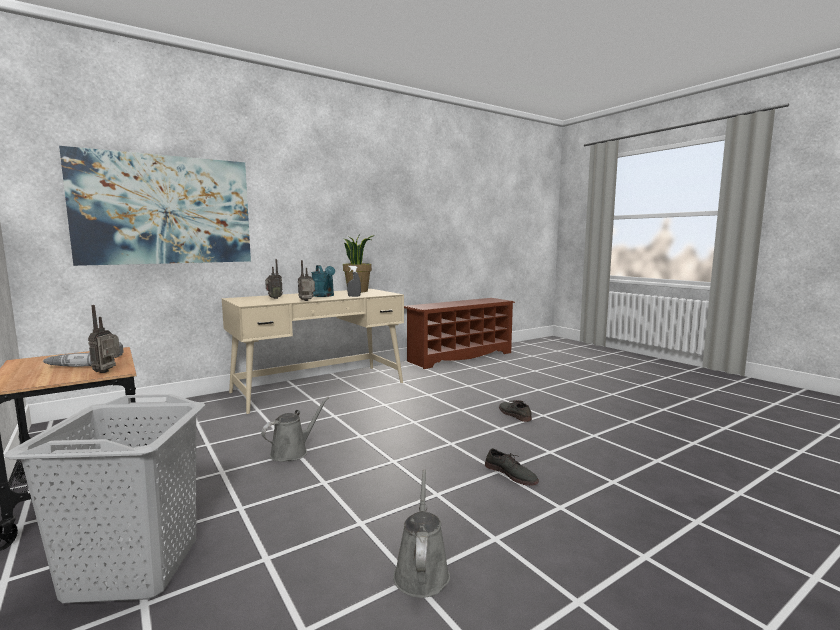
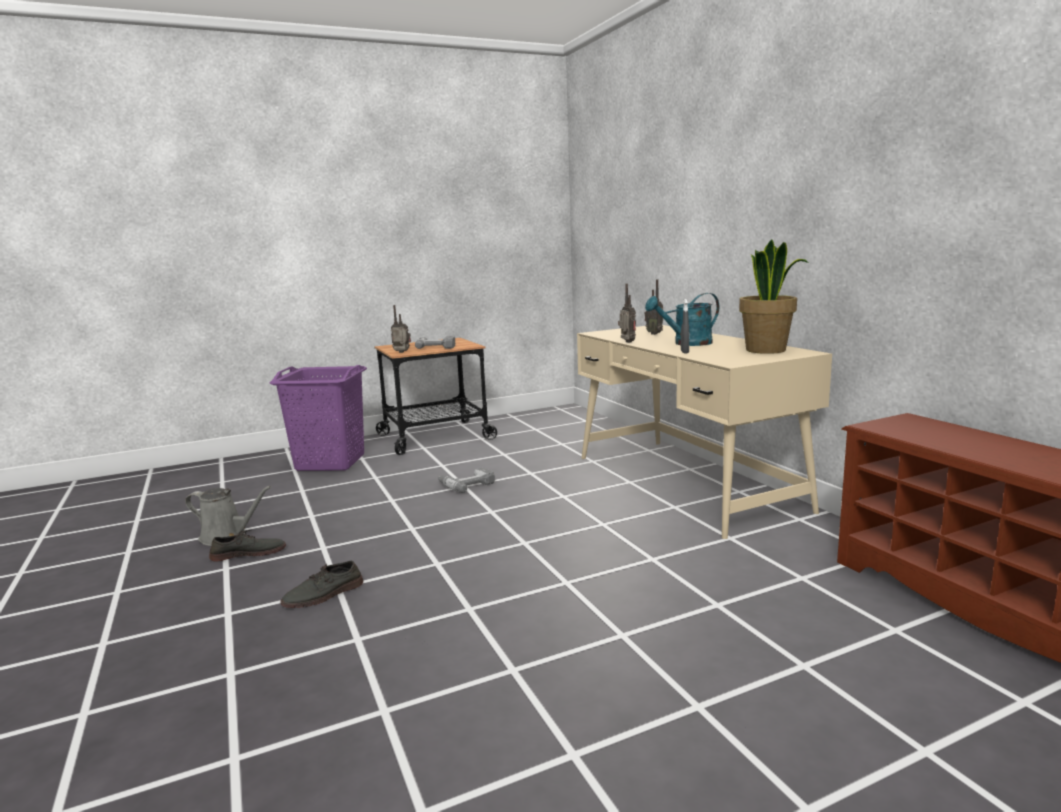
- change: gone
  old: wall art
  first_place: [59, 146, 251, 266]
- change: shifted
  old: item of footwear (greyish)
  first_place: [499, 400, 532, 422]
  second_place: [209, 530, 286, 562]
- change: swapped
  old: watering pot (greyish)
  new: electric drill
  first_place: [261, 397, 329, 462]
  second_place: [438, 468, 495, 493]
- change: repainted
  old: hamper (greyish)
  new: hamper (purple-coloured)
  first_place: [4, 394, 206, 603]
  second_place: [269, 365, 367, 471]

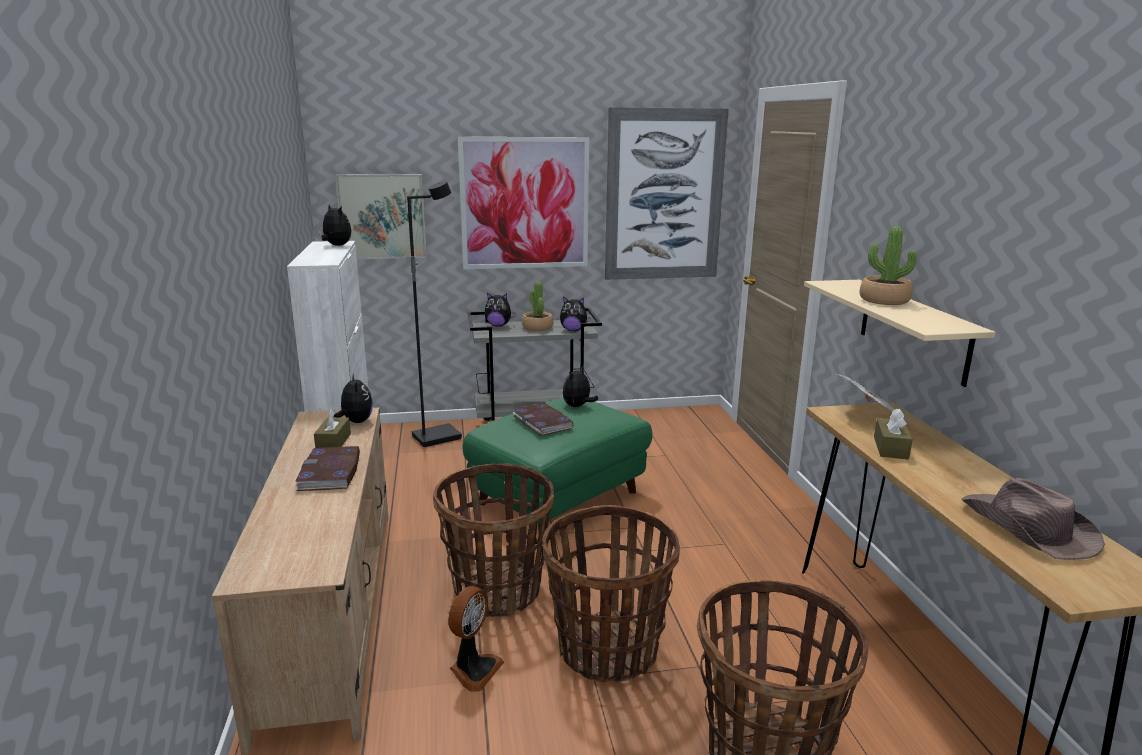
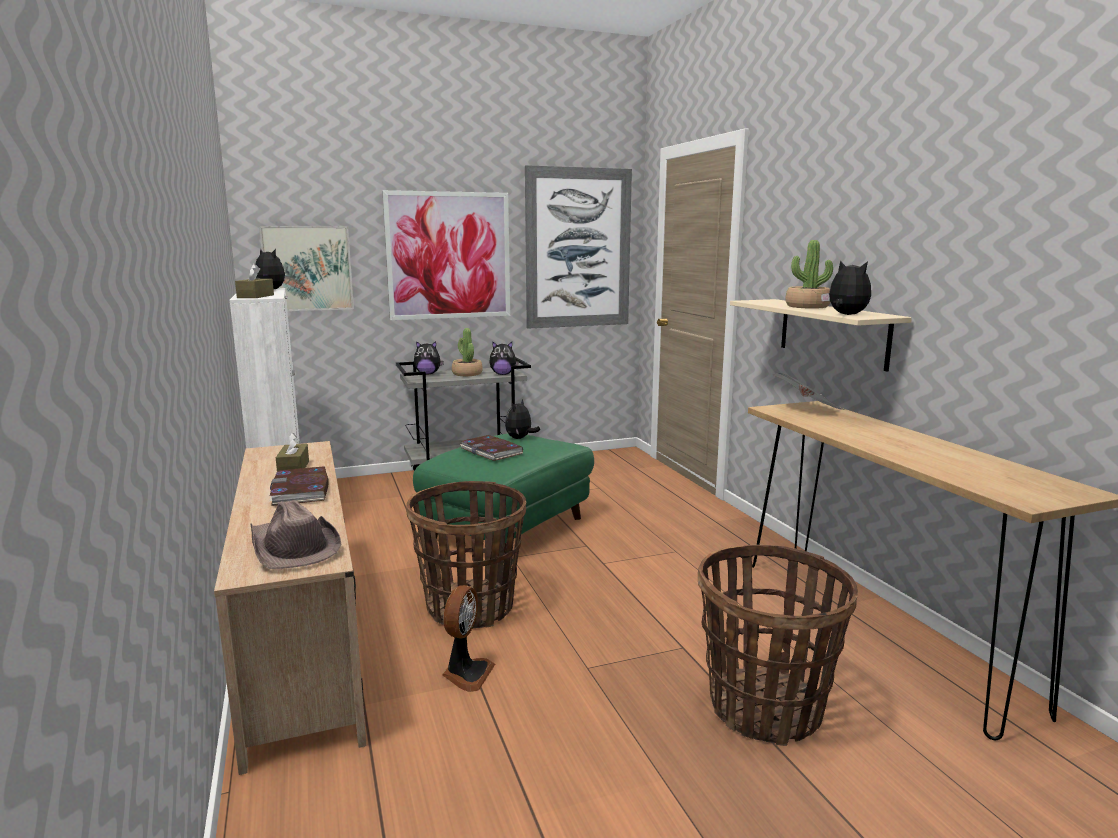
- change: gone
  old: standing lamp (black-coloured)
  first_place: [407, 181, 462, 447]
- change: gone
  old: storage basket
  first_place: [542, 505, 680, 682]
- change: shifted
  old: plush toy
  first_place: [334, 373, 373, 423]
  second_place: [821, 261, 871, 315]
- change: shifted
  old: box of tissues (brown)
  first_place: [874, 409, 913, 460]
  second_place: [235, 264, 274, 298]
- change: shifted
  old: wearable hat (brown)
  first_place: [961, 478, 1105, 560]
  second_place: [251, 500, 342, 569]

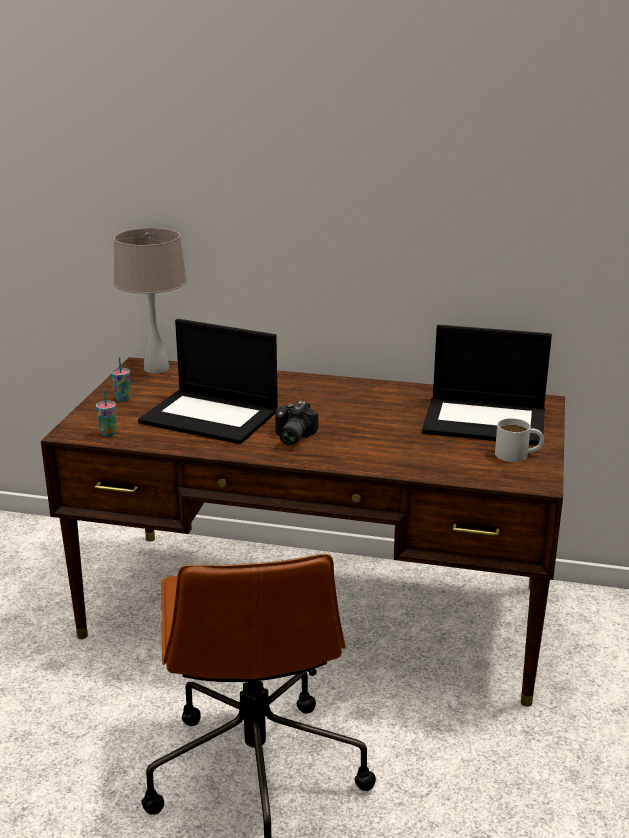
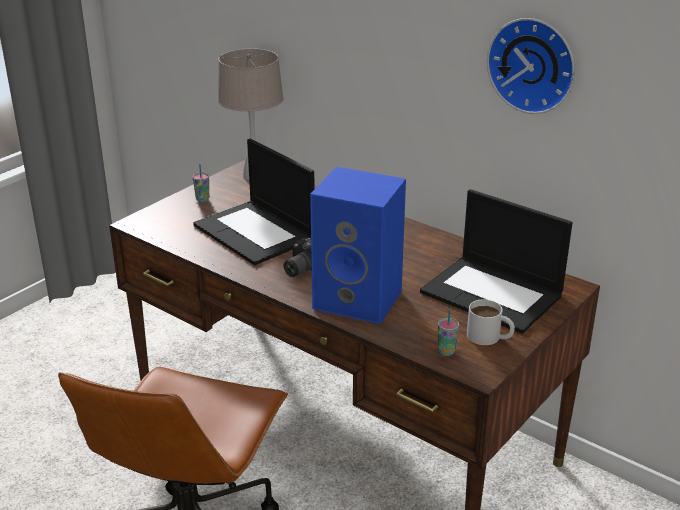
- change: new
  new: speaker (bluish)
  second_place: [310, 167, 406, 324]
- change: new
  new: hanging clock
  second_place: [487, 18, 575, 114]
- change: shifted
  old: drinking cup
  first_place: [96, 390, 117, 437]
  second_place: [438, 309, 459, 356]

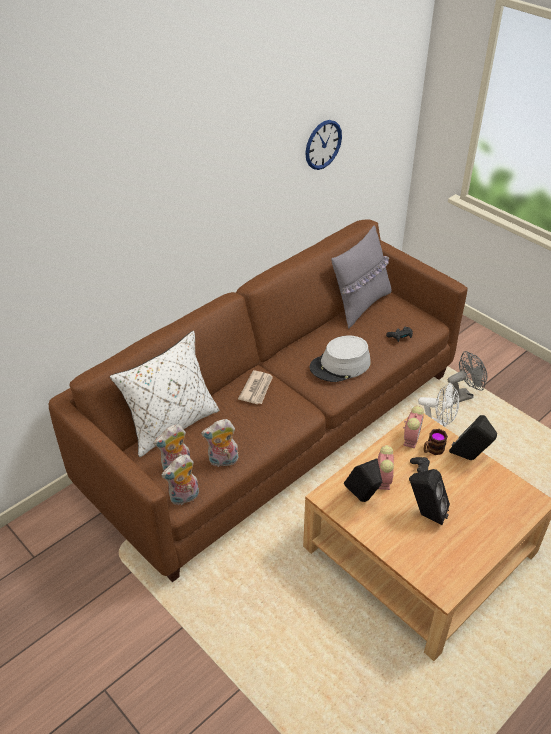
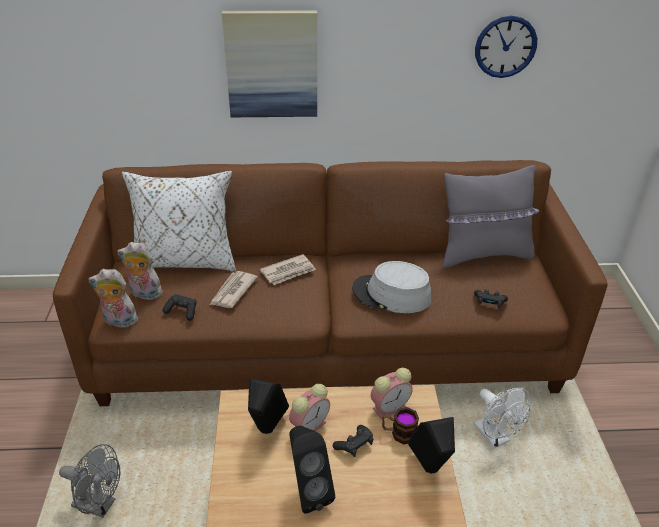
- change: new
  new: newspaper
  second_place: [210, 271, 258, 308]
- change: new
  new: wall art
  second_place: [222, 11, 317, 117]
- change: shifted
  old: cooling fan (greyish)
  first_place: [448, 351, 487, 404]
  second_place: [59, 444, 120, 518]
- change: swapped
  old: plush toy
  new: gamepad (black-coloured)
  first_place: [201, 419, 238, 467]
  second_place: [162, 294, 197, 321]

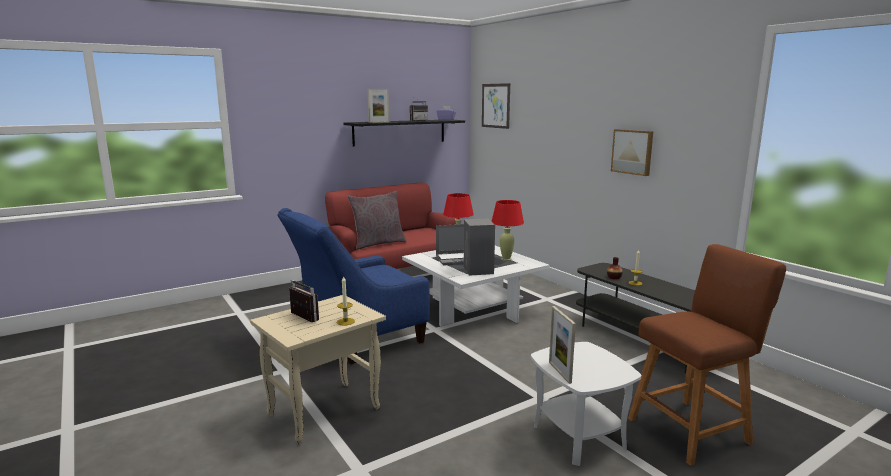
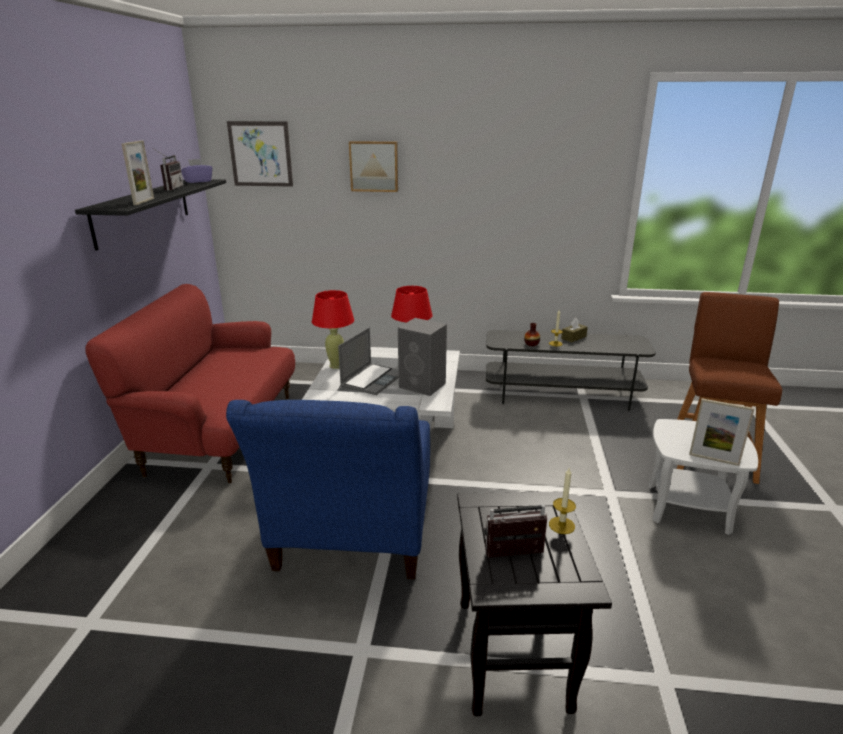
- change: gone
  old: throw pillow (greyish)
  first_place: [347, 191, 406, 250]
- change: new
  new: box of tissues (brown)
  second_place: [561, 318, 588, 342]
- change: shifted
  old: wall art
  first_place: [611, 129, 653, 176]
  second_place: [349, 141, 398, 192]
- change: repainted
  old: accent table (sand-coloured)
  new: accent table (black-coloured)
  first_place: [250, 295, 386, 444]
  second_place: [457, 491, 612, 716]

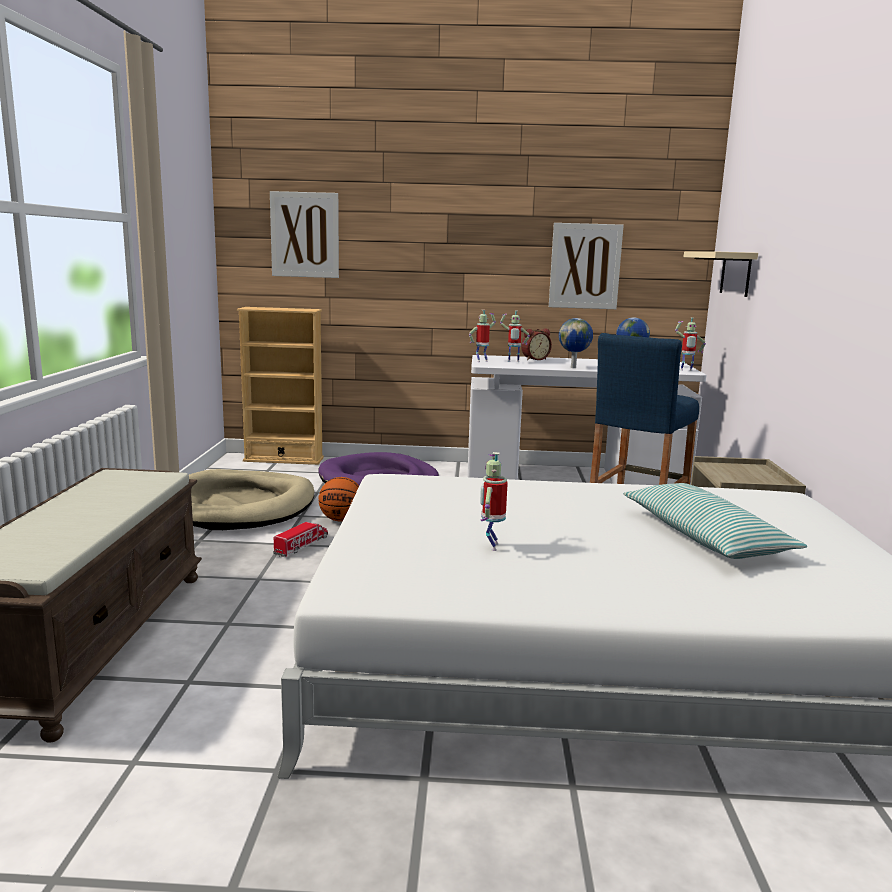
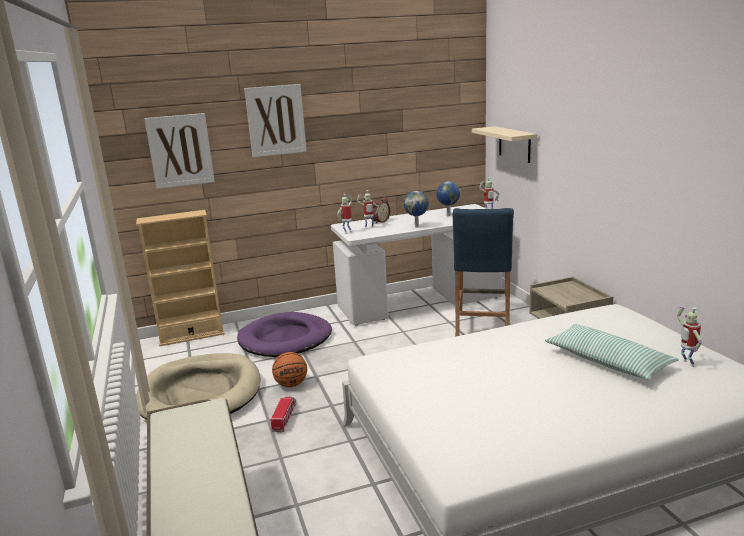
- change: shifted
  old: model robot
  first_place: [480, 452, 508, 551]
  second_place: [677, 307, 702, 367]
- change: shifted
  old: wall art
  first_place: [549, 223, 624, 309]
  second_place: [244, 84, 307, 157]

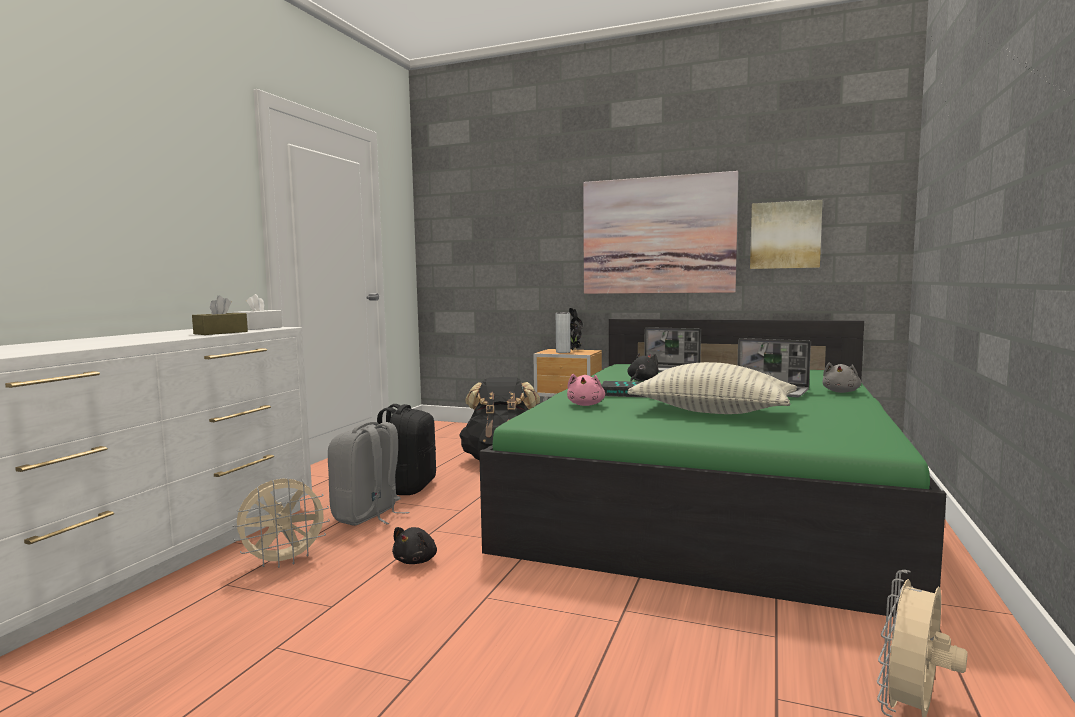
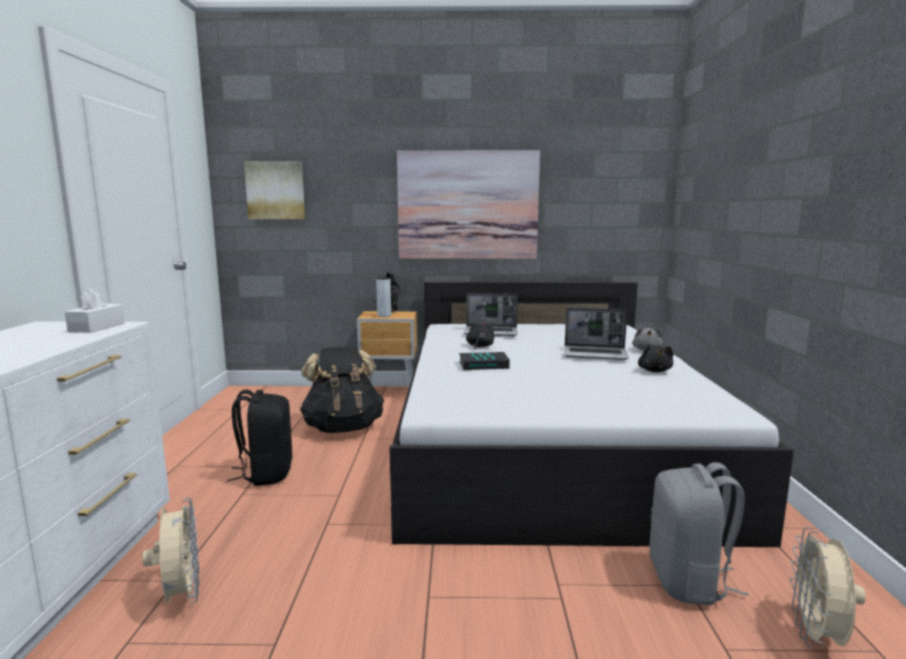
- change: gone
  old: box of tissues (brown)
  first_place: [192, 295, 248, 335]
- change: gone
  old: plush toy (pinkish)
  first_place: [567, 374, 605, 406]
- change: gone
  old: throw pillow
  first_place: [627, 362, 797, 414]
- change: shifted
  old: knapsack (greyish)
  first_place: [328, 422, 409, 526]
  second_place: [649, 462, 749, 606]
- change: shifted
  old: plush toy (black-coloured)
  first_place: [392, 527, 437, 564]
  second_place: [638, 345, 673, 372]
- change: shifted
  old: wall art
  first_place: [750, 200, 823, 269]
  second_place: [244, 161, 305, 219]
- change: repainted
  old: bedroom bed (greenish)
  new: bedroom bed (whitish)
  first_place: [479, 319, 946, 617]
  second_place: [390, 282, 794, 547]
- change: rotated
  old: cooling fan (sand-coloured)
  first_place: [232, 477, 330, 568]
  second_place: [142, 498, 200, 604]
  degrees: -60

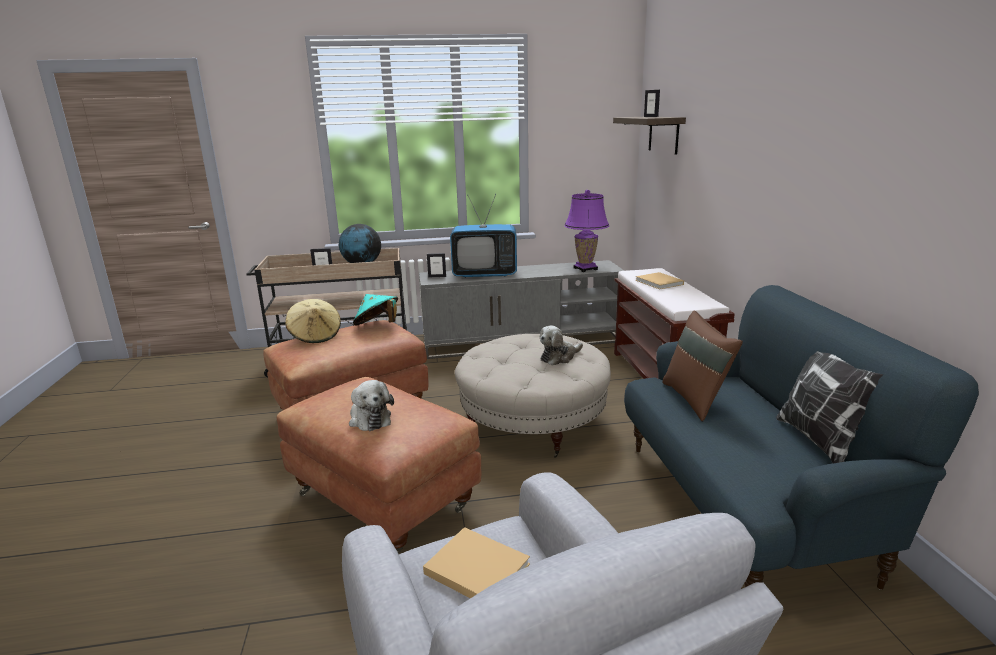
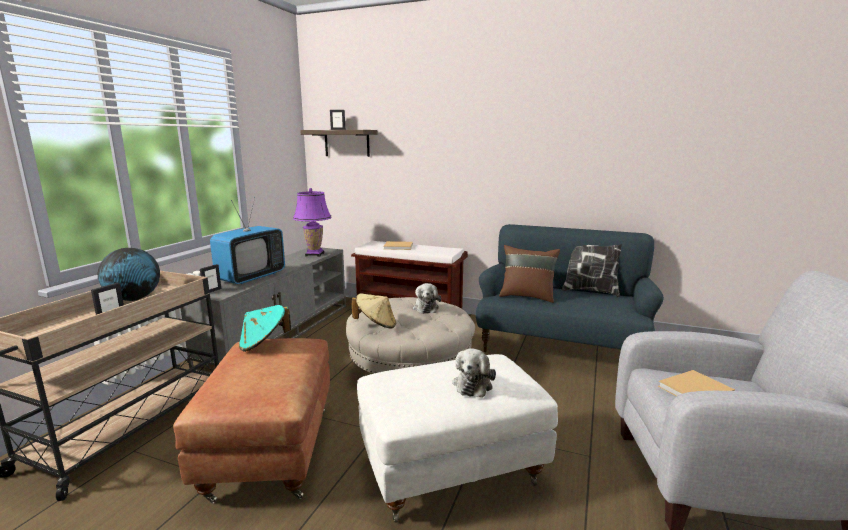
- change: shifted
  old: wearable hat (sand-coloured)
  first_place: [285, 299, 341, 343]
  second_place: [352, 293, 396, 328]
- change: repainted
  old: pouffe (brown)
  new: pouffe (whitish)
  first_place: [277, 377, 482, 554]
  second_place: [357, 354, 558, 523]
- change: rotated
  old: plush toy
  first_place: [349, 380, 394, 431]
  second_place: [452, 348, 496, 398]
  degrees: 105

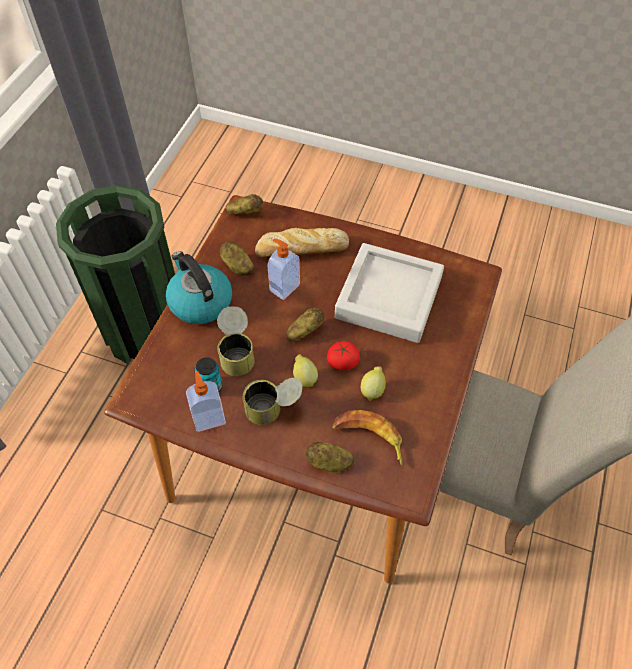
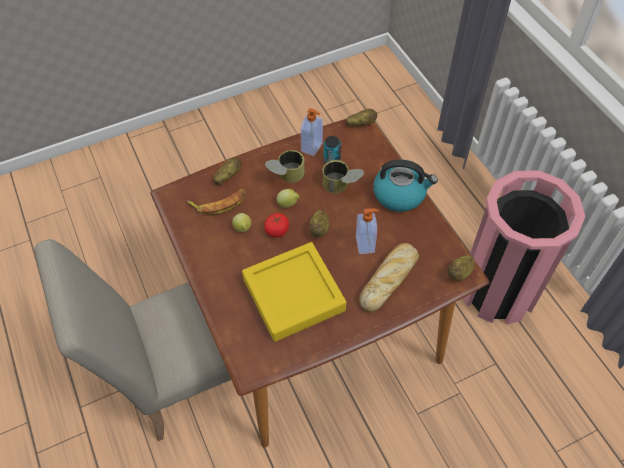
- change: shifted
  old: potato
  first_place: [220, 241, 254, 276]
  second_place: [345, 109, 377, 127]
- change: repainted
  old: trash can (greenish)
  new: trash can (pinkish)
  first_place: [56, 185, 175, 364]
  second_place: [463, 170, 585, 325]
- change: repainted
  old: carrying tray (greyish)
  new: carrying tray (yellowish)
  first_place: [335, 243, 444, 343]
  second_place: [242, 242, 346, 342]

